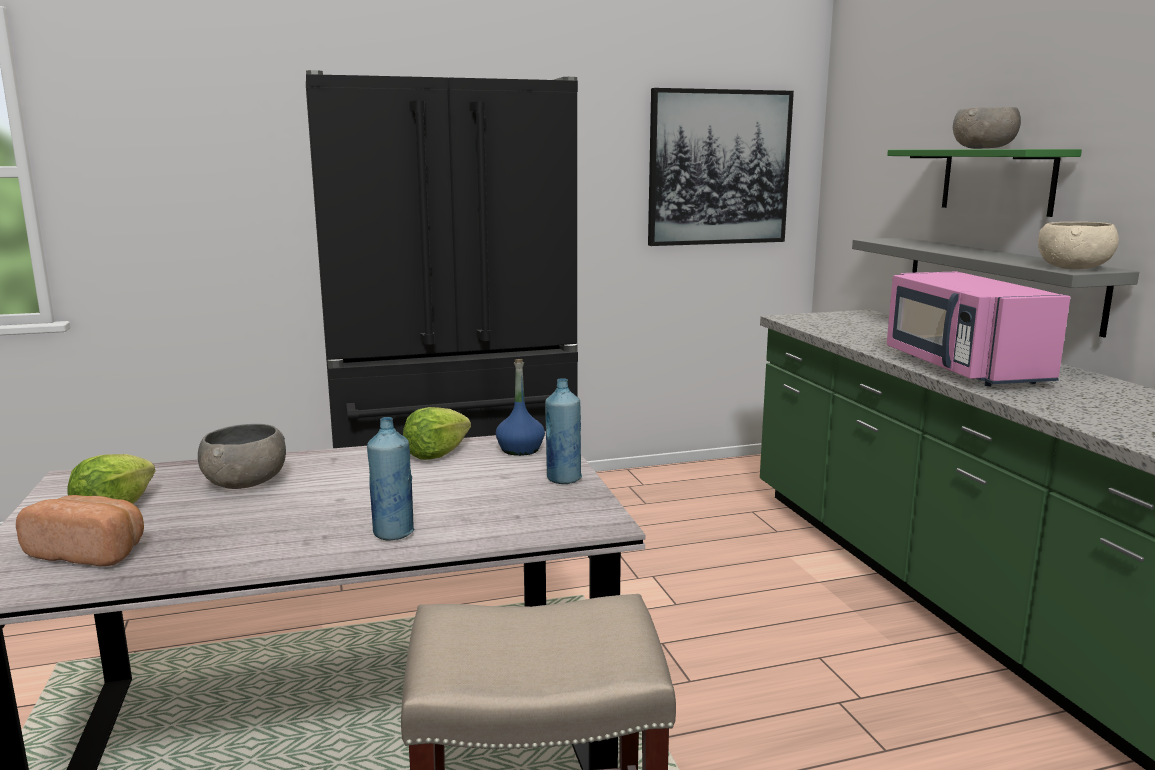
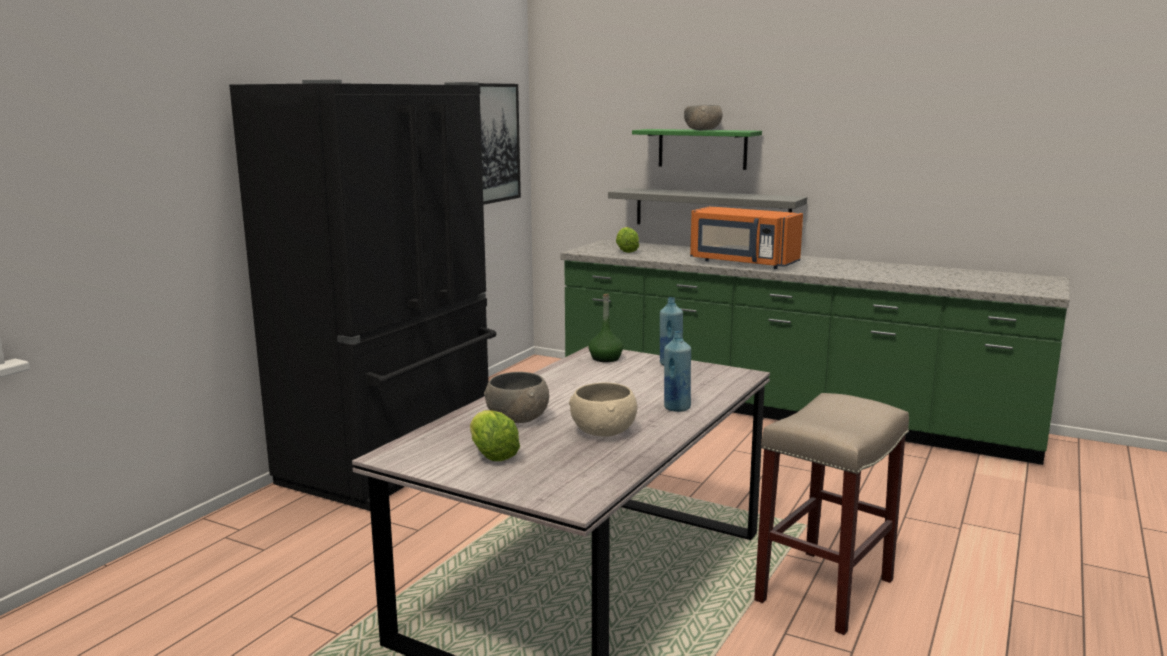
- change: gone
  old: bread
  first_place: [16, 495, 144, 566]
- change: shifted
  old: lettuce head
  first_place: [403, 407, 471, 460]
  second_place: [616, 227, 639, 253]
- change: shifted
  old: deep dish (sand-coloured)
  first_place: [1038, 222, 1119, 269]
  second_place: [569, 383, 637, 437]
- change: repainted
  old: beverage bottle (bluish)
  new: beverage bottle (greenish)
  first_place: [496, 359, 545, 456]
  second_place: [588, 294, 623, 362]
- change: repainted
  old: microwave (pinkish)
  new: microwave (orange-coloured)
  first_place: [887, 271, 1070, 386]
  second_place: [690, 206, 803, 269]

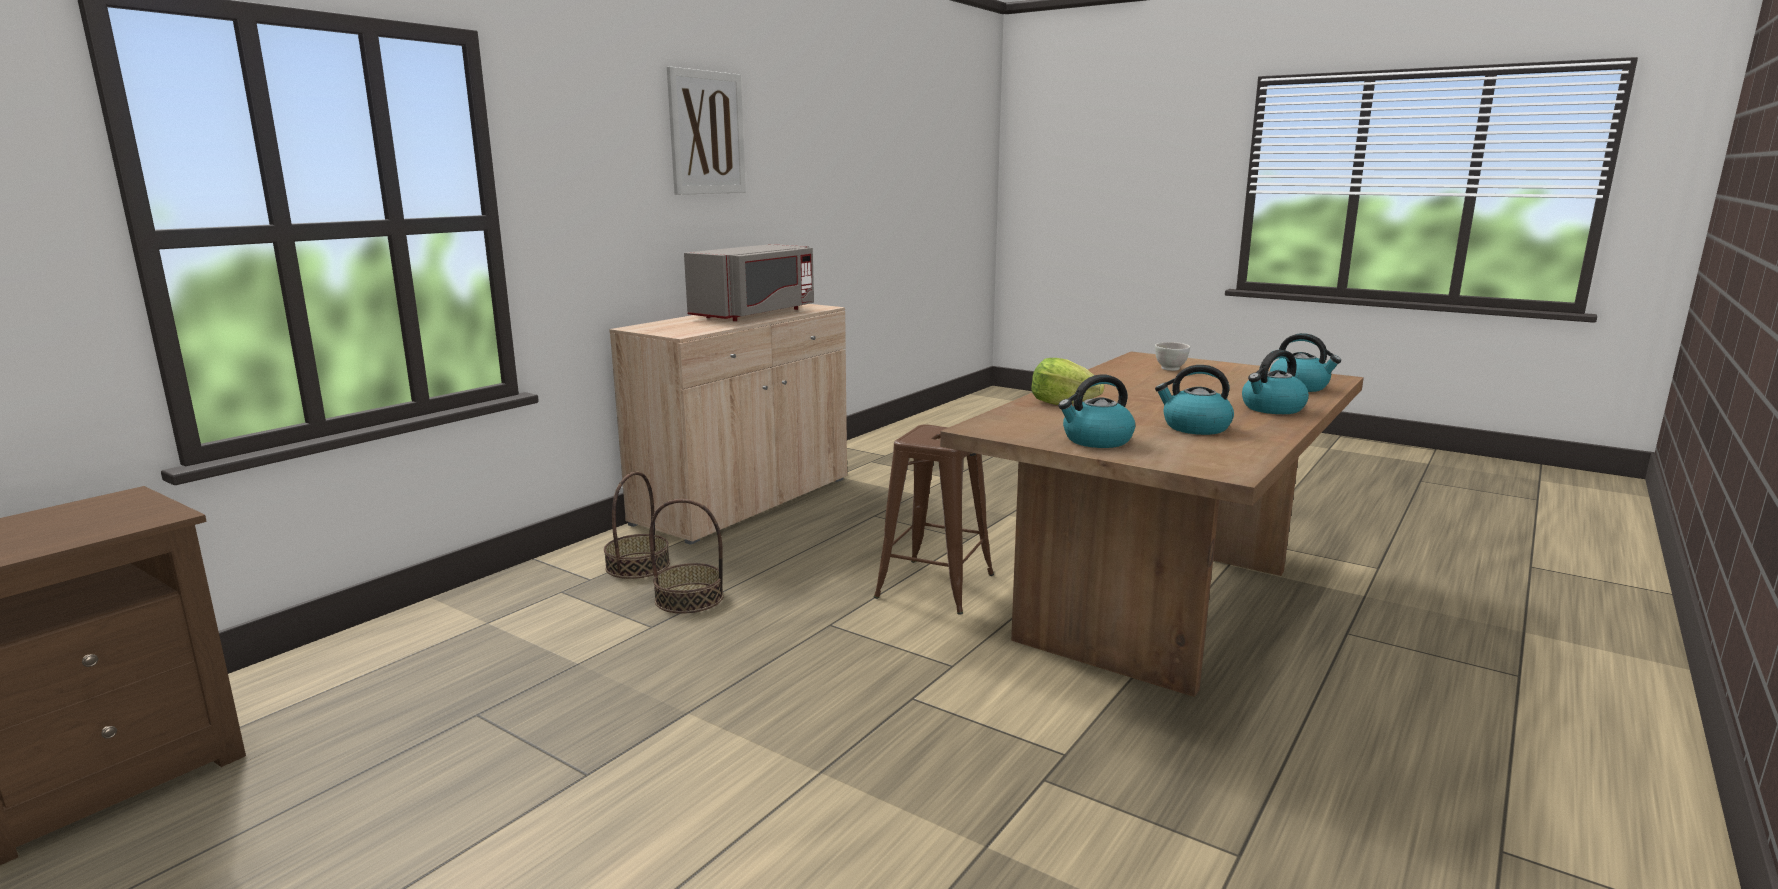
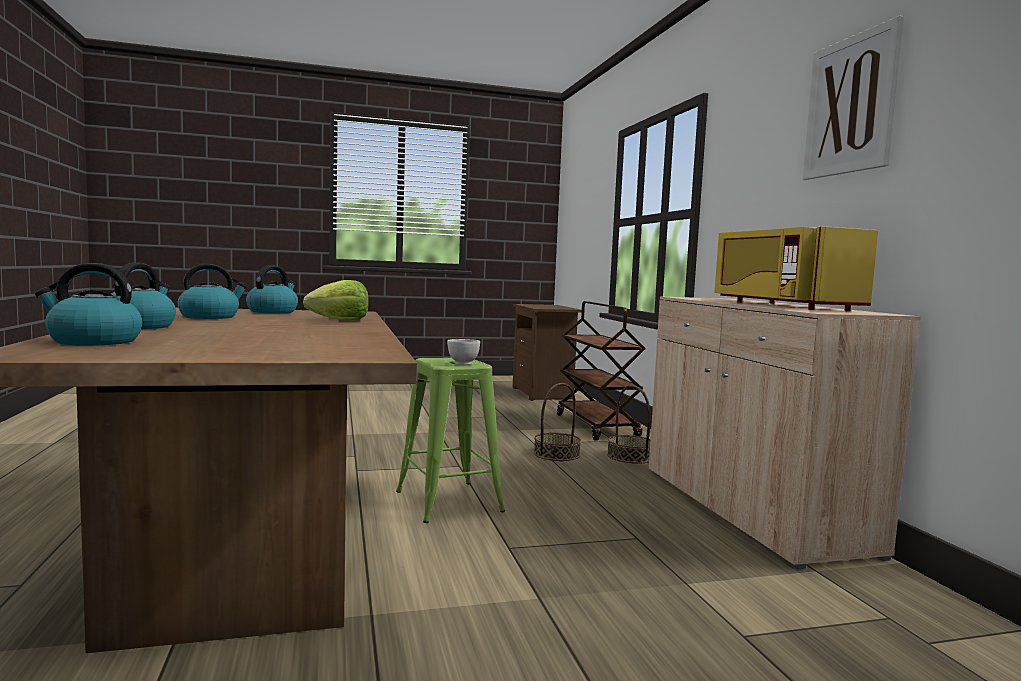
- change: new
  new: trolley (brown)
  second_place: [557, 301, 646, 441]
- change: shifted
  old: deep dish (whitish)
  first_place: [1155, 342, 1190, 371]
  second_place: [447, 339, 480, 365]
- change: repainted
  old: microwave (greyish)
  new: microwave (yellowish)
  first_place: [684, 244, 814, 321]
  second_place: [714, 226, 878, 311]
- change: repainted
  old: stool (brown)
  new: stool (greenish)
  first_place: [874, 424, 994, 615]
  second_place: [396, 357, 505, 523]

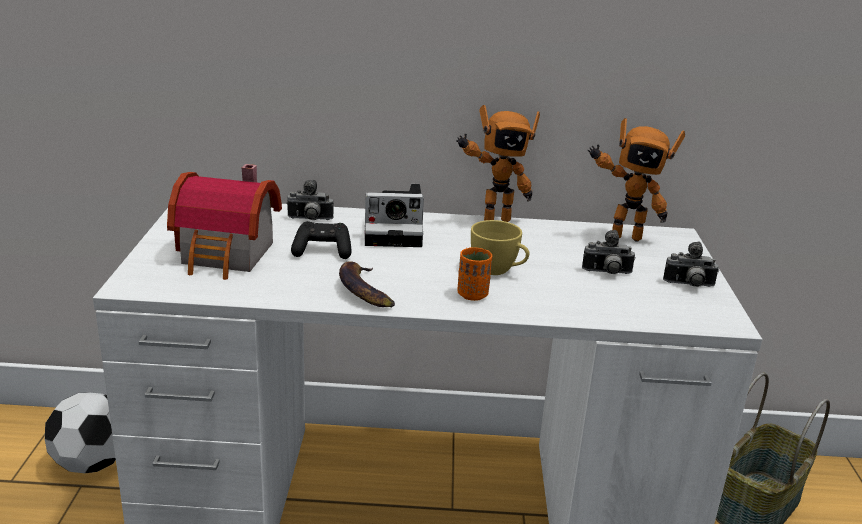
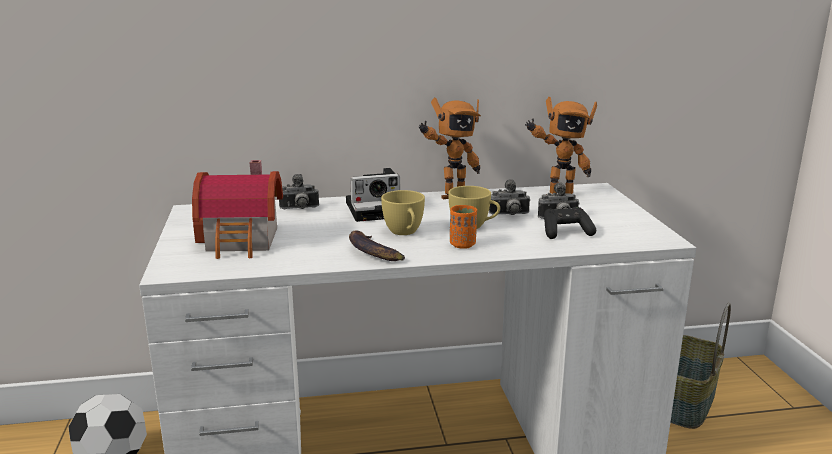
- change: new
  new: drinking cup (yellowish)
  second_place: [381, 190, 425, 235]
- change: shifted
  old: gamepad (black-coloured)
  first_place: [291, 221, 352, 259]
  second_place: [544, 207, 596, 239]
- change: shifted
  old: still camera
  first_place: [663, 242, 719, 287]
  second_place: [489, 179, 530, 215]

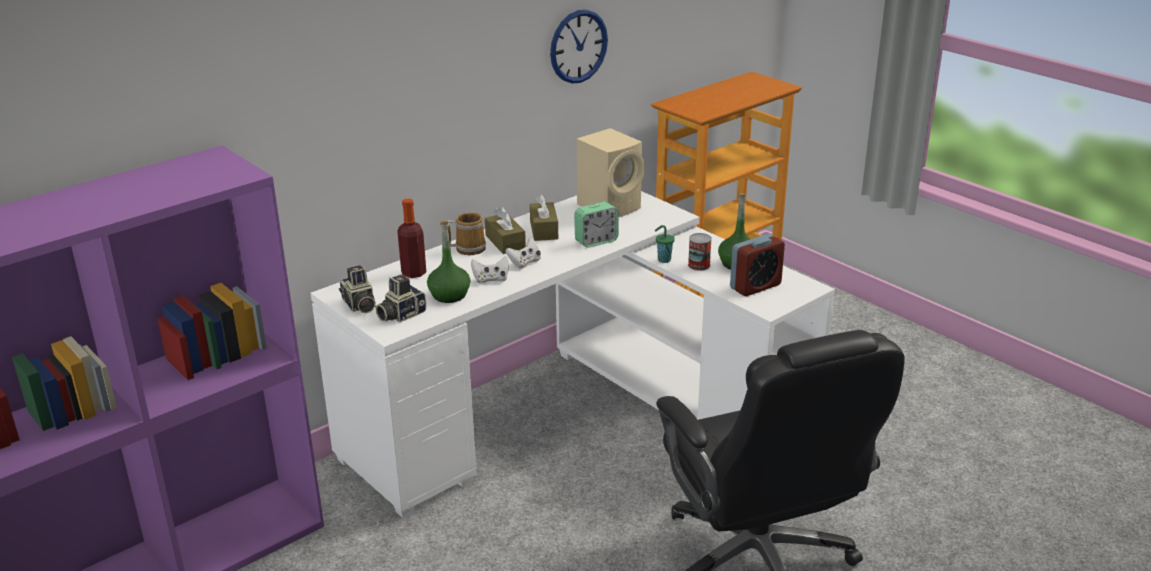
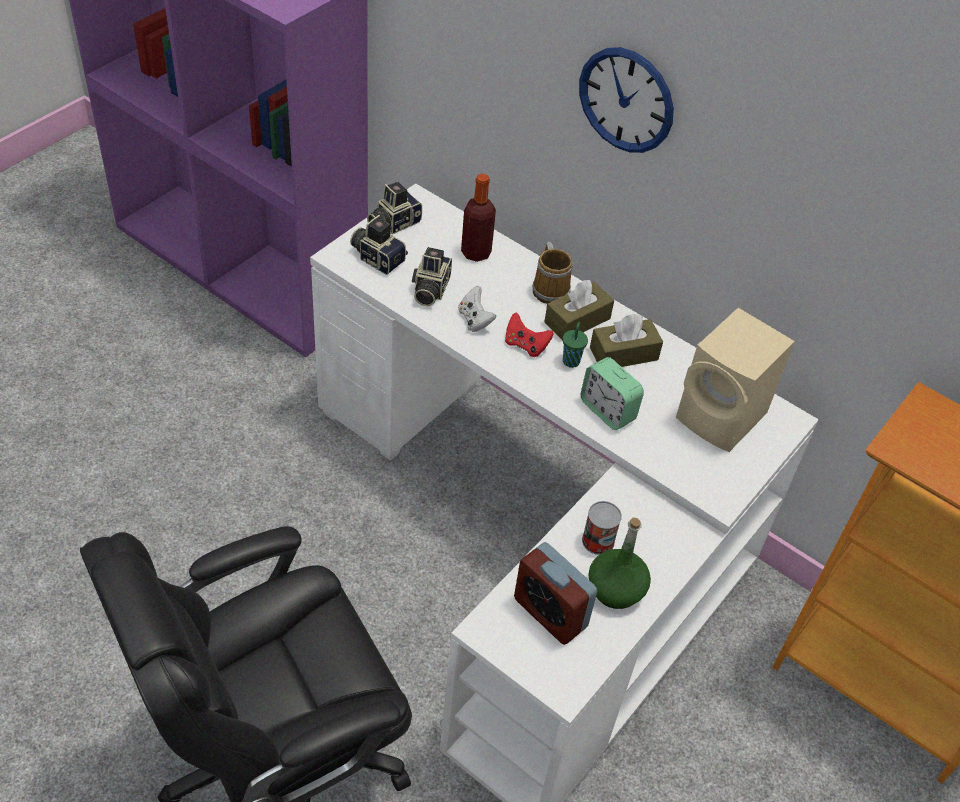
- change: shifted
  old: hanging clock
  first_place: [550, 10, 608, 84]
  second_place: [579, 47, 674, 153]
- change: shifted
  old: drinking cup (greenish)
  first_place: [655, 225, 675, 263]
  second_place: [563, 322, 588, 368]
- change: swapped
  old: beverage bottle (greenish)
  new: still camera
  first_place: [427, 220, 471, 303]
  second_place: [412, 247, 452, 306]
- change: repainted
  old: gamepad (whitish)
  new: gamepad (red-coloured)
  first_place: [505, 237, 541, 268]
  second_place: [505, 313, 554, 357]

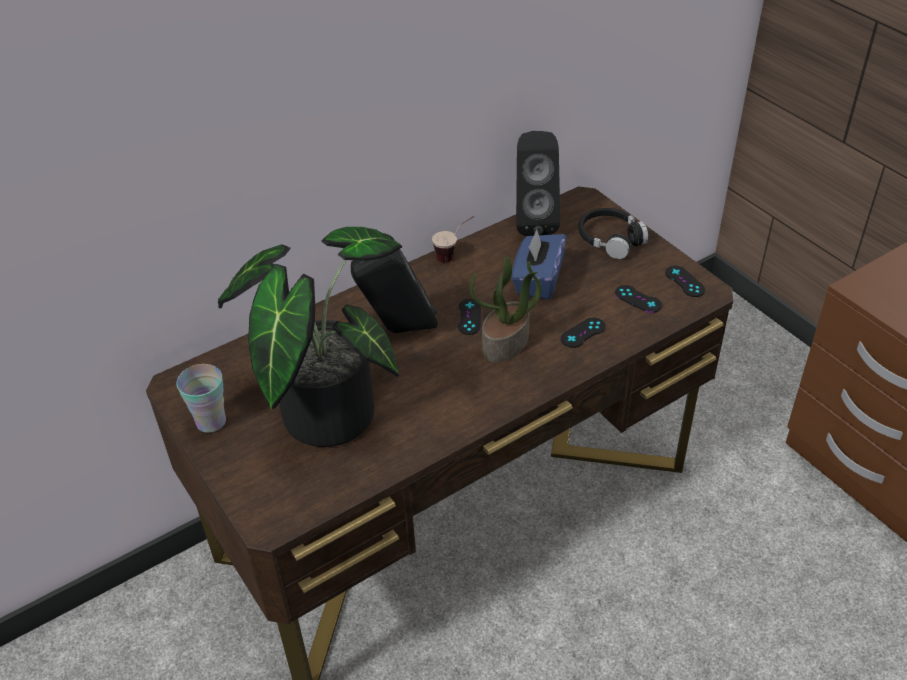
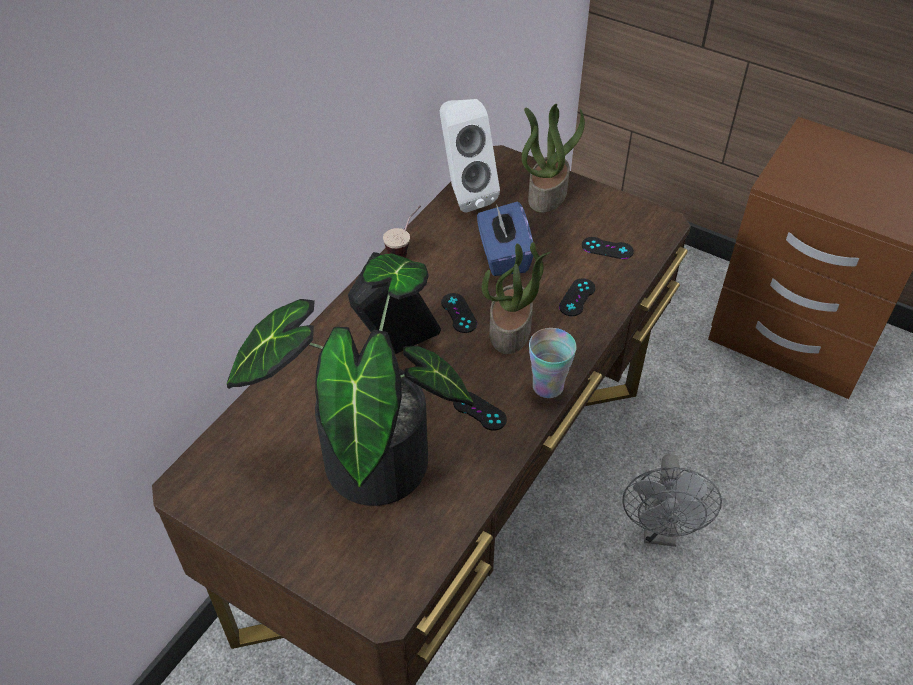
- change: new
  new: cooling fan (greyish)
  second_place: [623, 454, 722, 547]
- change: shifted
  old: drinking cup
  first_place: [177, 364, 226, 433]
  second_place: [529, 328, 577, 398]
- change: shifted
  old: gamepad (black-coloured)
  first_place: [665, 266, 705, 297]
  second_place: [453, 392, 507, 431]
- change: swapped
  old: pair of headphones (black-coloured)
  new: plant in a pot
  first_place: [578, 208, 648, 259]
  second_place: [521, 104, 585, 213]
- change: repainted
  old: speaker (black-coloured)
  new: speaker (whitish)
  first_place: [516, 131, 560, 236]
  second_place: [440, 99, 500, 212]

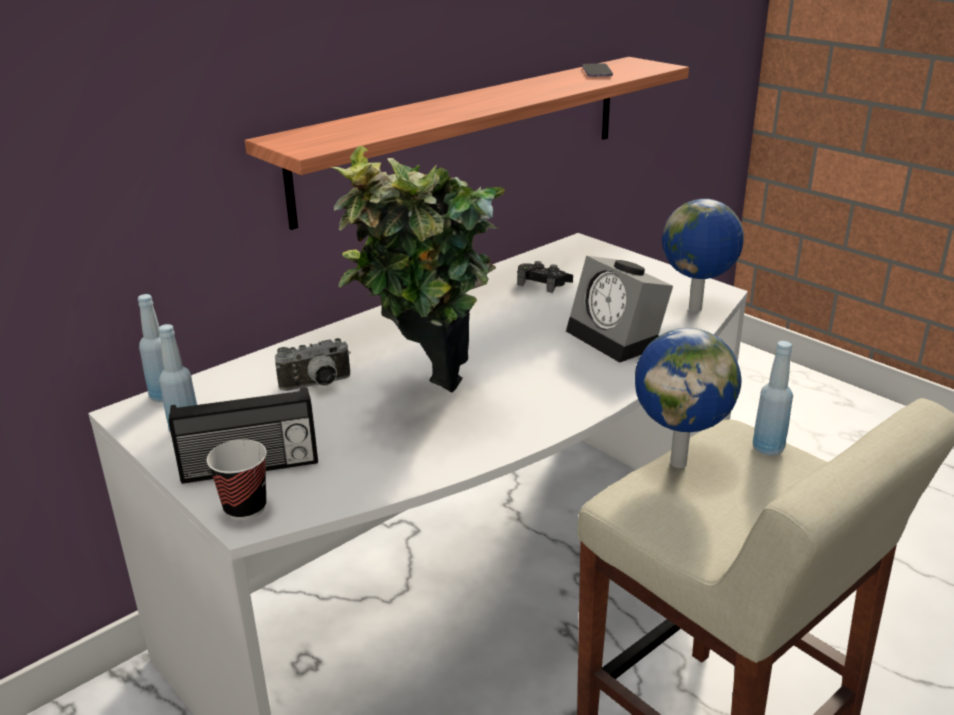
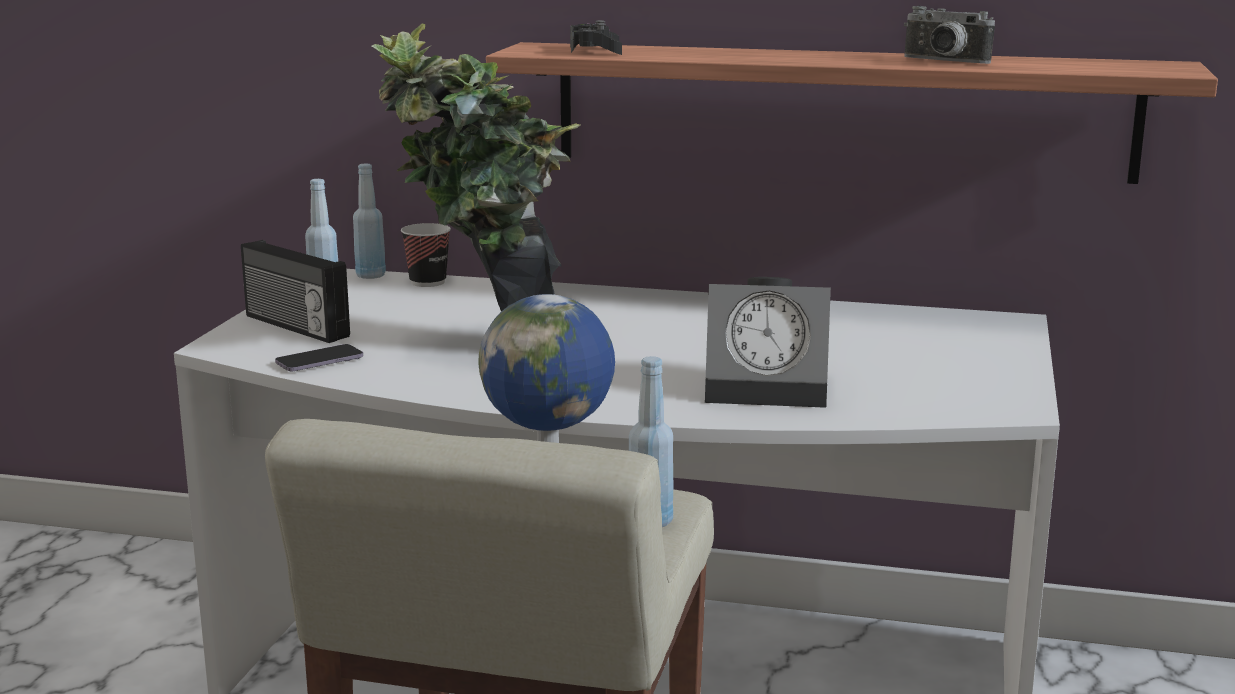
- change: gone
  old: globe
  first_place: [662, 199, 744, 311]
- change: shifted
  old: drinking cup
  first_place: [207, 439, 267, 520]
  second_place: [401, 223, 451, 287]
- change: shifted
  old: still camera
  first_place: [275, 338, 350, 391]
  second_place: [904, 6, 995, 64]
- change: shifted
  old: gamepad (black-coloured)
  first_place: [517, 261, 573, 293]
  second_place: [570, 20, 622, 55]
- change: shifted
  old: handset
  first_place: [582, 63, 613, 77]
  second_place: [275, 344, 363, 371]
- change: rotated
  old: bedside clock
  first_place: [566, 256, 673, 363]
  second_place: [705, 277, 831, 408]
  degrees: -105

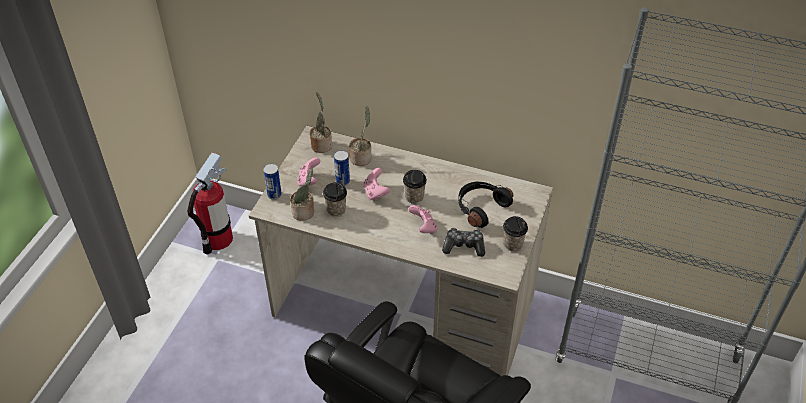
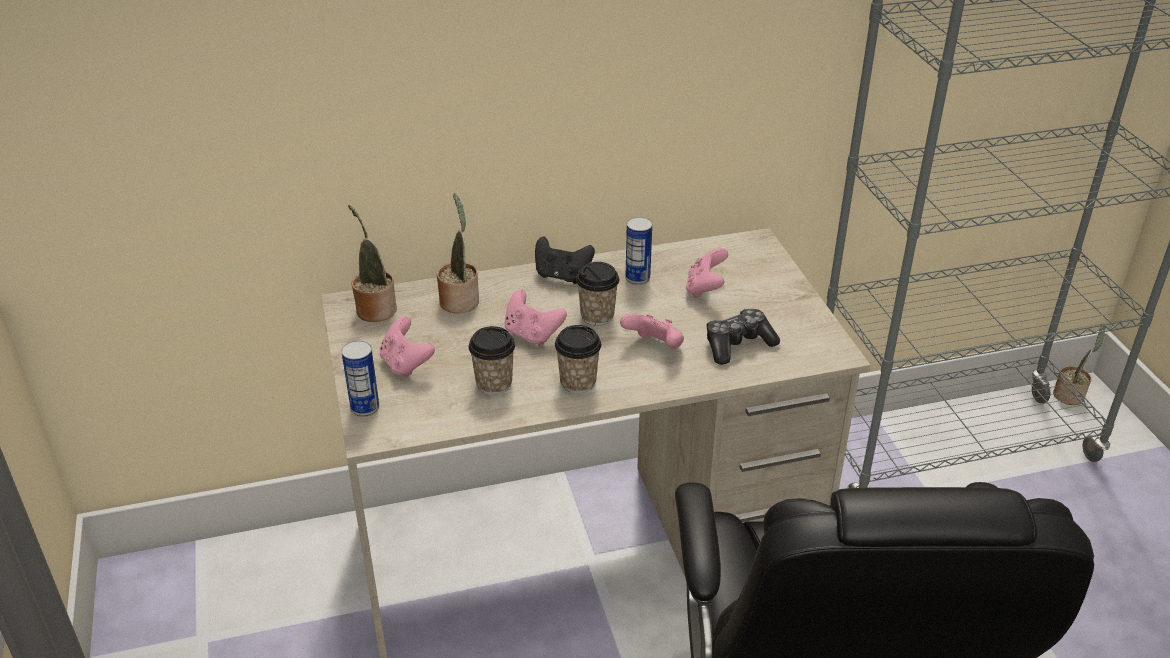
- change: gone
  old: extinguisher
  first_place: [187, 152, 233, 255]
- change: new
  new: gamepad (black-coloured)
  second_place: [535, 236, 595, 284]
- change: shifted
  old: plant in a pot
  first_place: [290, 168, 314, 221]
  second_place: [1053, 324, 1106, 405]
- change: shifted
  old: sealed can
  first_place: [334, 150, 350, 186]
  second_place: [625, 217, 652, 285]
- change: shifted
  old: drinking cup
  first_place: [503, 216, 528, 252]
  second_place: [555, 325, 601, 393]
- change: swapped
  old: pair of headphones (black-coloured)
  new: gamepad (pinkish)
  first_place: [458, 182, 513, 228]
  second_place: [686, 248, 728, 298]

